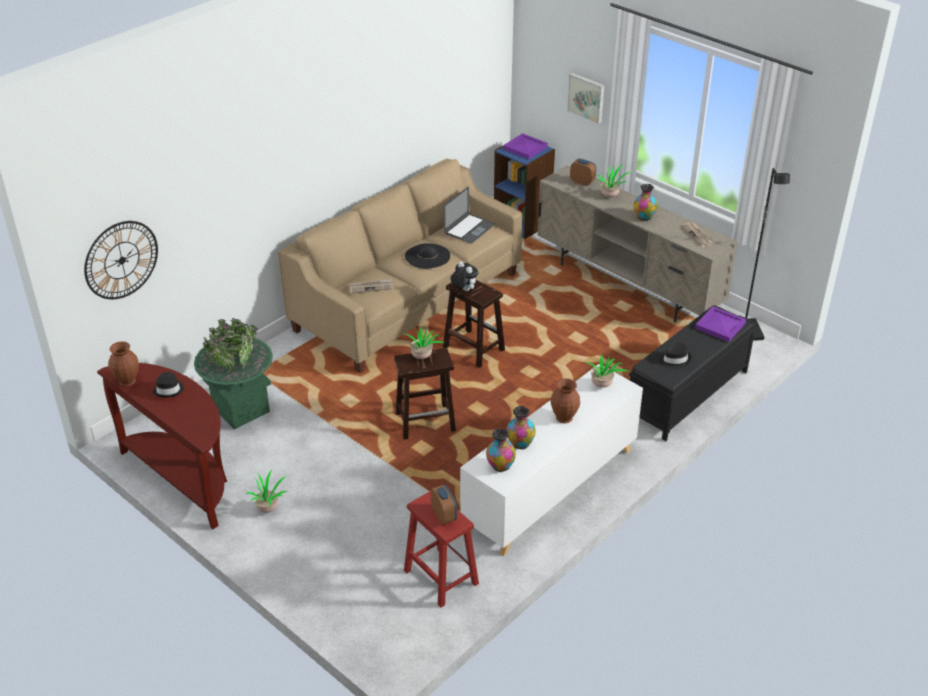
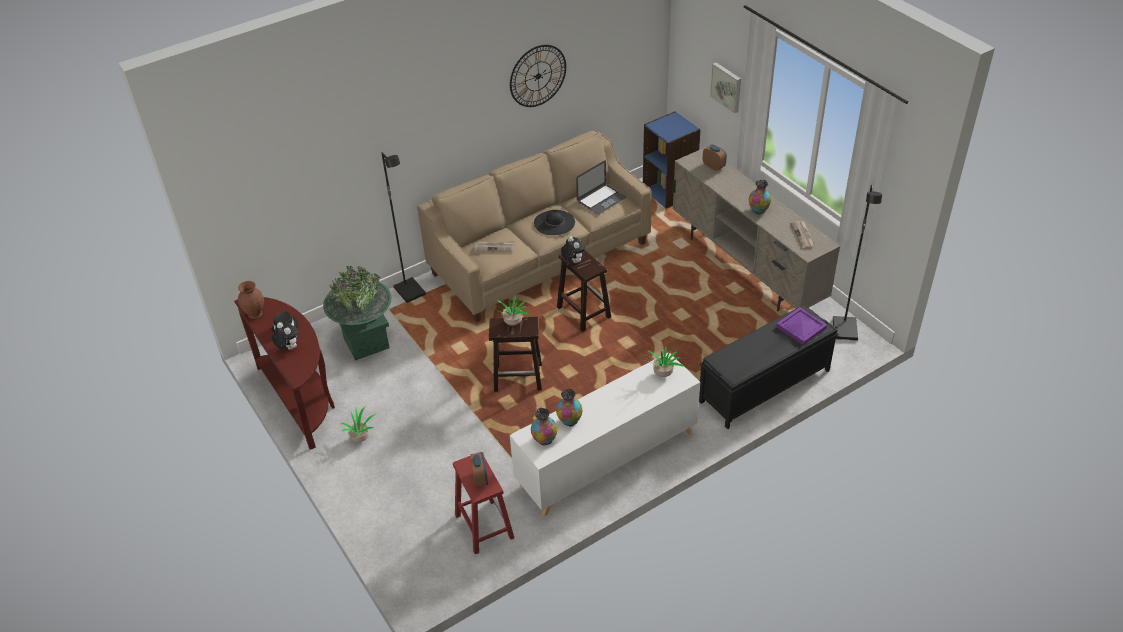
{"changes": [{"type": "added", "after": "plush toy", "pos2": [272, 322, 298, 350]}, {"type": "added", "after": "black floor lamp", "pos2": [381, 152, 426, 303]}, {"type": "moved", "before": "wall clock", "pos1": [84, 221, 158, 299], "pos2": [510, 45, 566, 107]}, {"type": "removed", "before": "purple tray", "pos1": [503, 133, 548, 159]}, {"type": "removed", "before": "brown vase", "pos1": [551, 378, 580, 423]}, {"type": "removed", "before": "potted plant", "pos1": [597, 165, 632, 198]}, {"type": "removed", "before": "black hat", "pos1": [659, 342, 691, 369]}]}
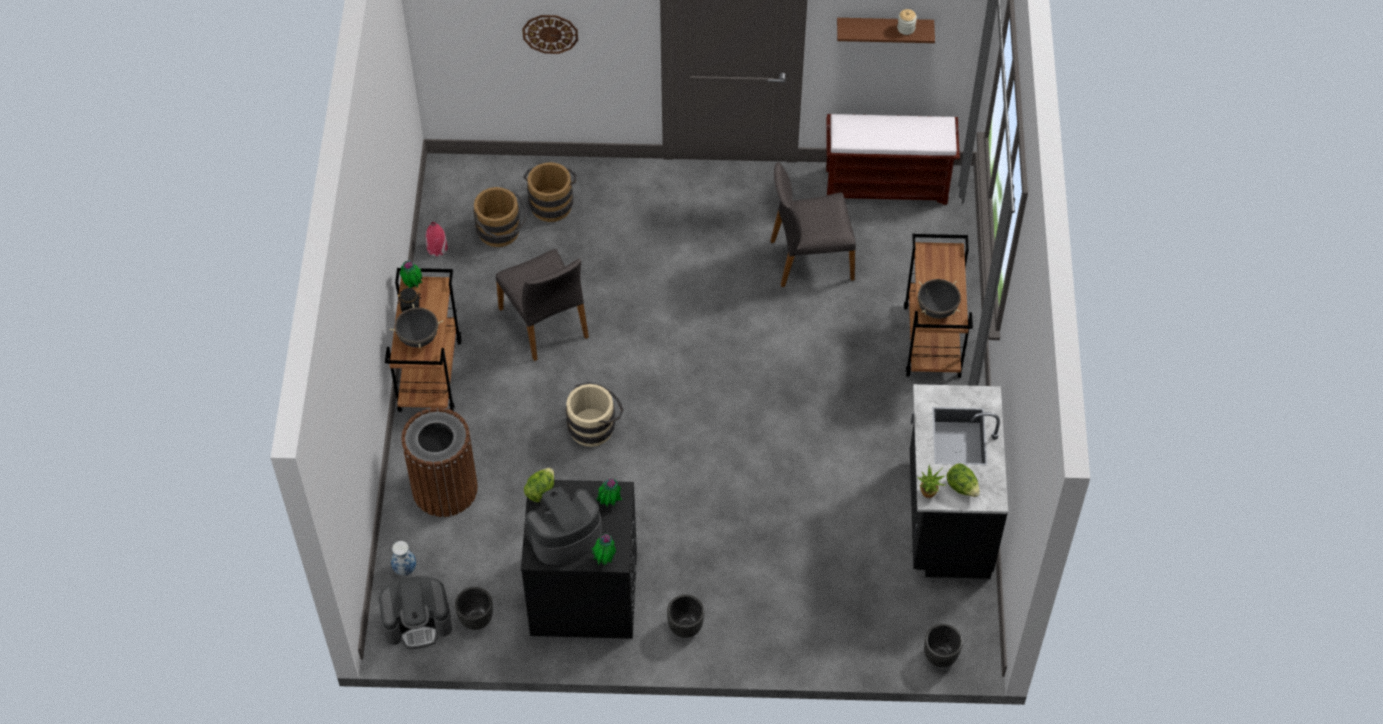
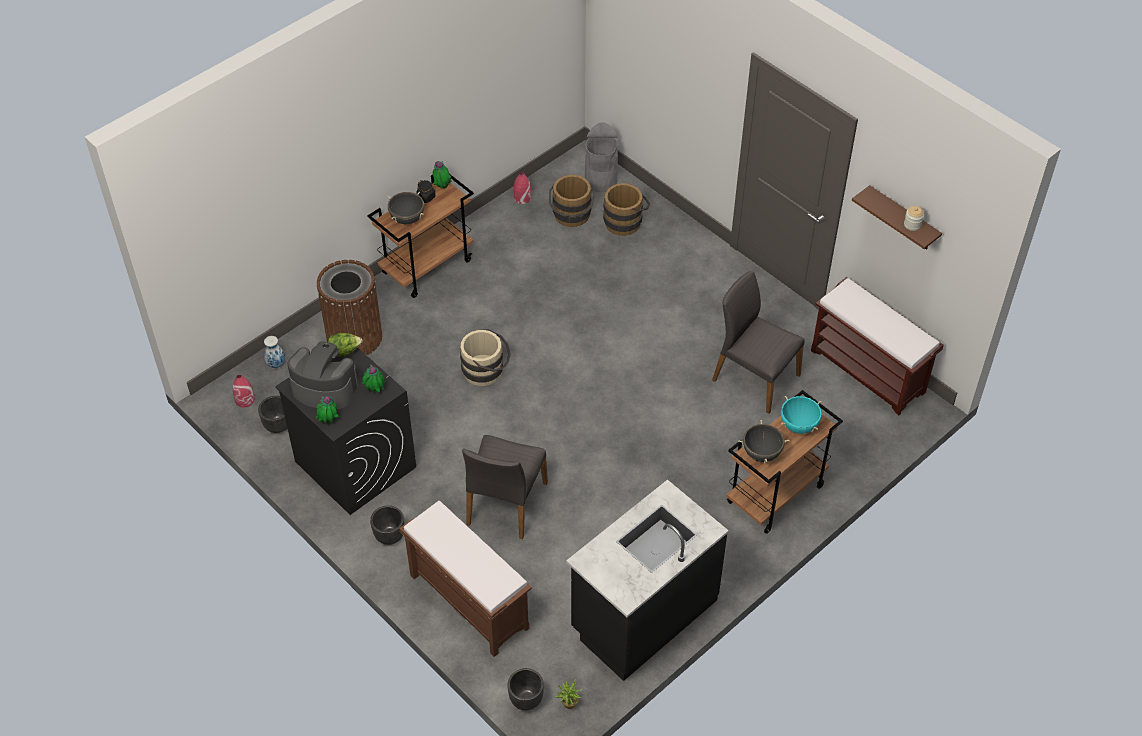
{"changes": [{"type": "replaced", "before": "coffee machine", "after": "red vase", "pos1": [379, 576, 452, 649], "pos2": [233, 375, 255, 407]}, {"type": "added", "after": "brown bench", "pos2": [399, 501, 532, 657]}, {"type": "moved", "before": "grey chair", "pos1": [496, 249, 589, 361], "pos2": [462, 435, 548, 539]}, {"type": "moved", "before": "potted plant", "pos1": [917, 465, 946, 498], "pos2": [555, 679, 582, 709]}, {"type": "added", "after": "grey trash can", "pos2": [585, 122, 618, 192]}, {"type": "added", "after": "turquoise cooking pot", "pos2": [781, 396, 822, 434]}, {"type": "removed", "before": "wall clock", "pos1": [522, 15, 578, 54]}, {"type": "removed", "before": "lettuce", "pos1": [947, 464, 980, 497]}]}
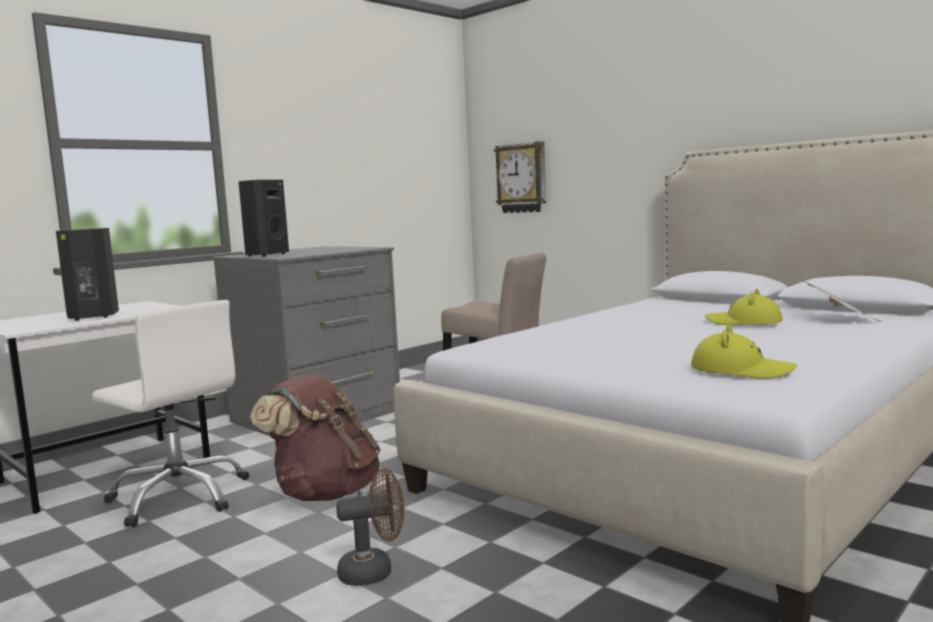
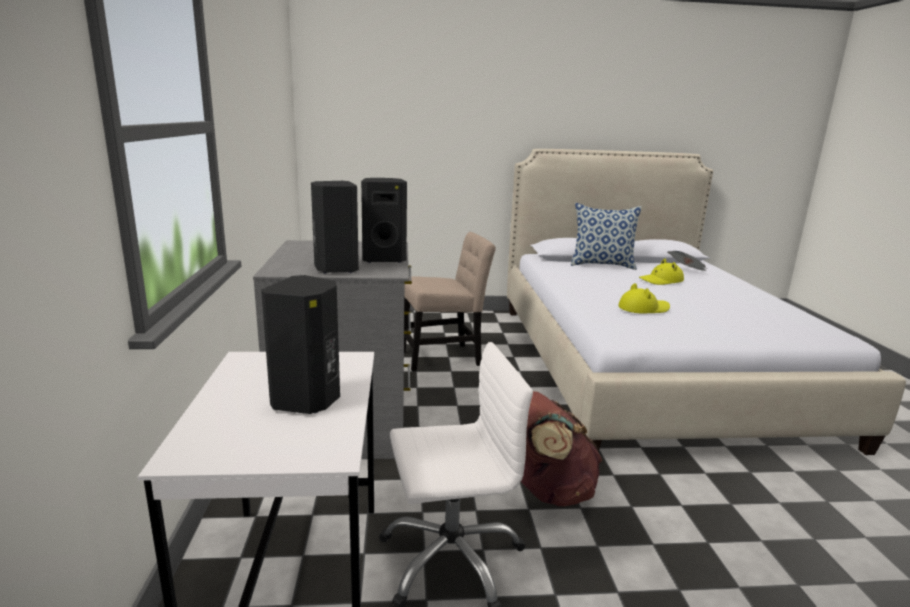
{"changes": [{"type": "added", "after": "black speaker", "pos2": [361, 178, 407, 263]}, {"type": "added", "after": "pillow", "pos2": [571, 203, 642, 270]}, {"type": "moved", "before": "yellow hat", "pos1": [691, 324, 797, 379], "pos2": [618, 283, 670, 313]}, {"type": "removed", "before": "brown fan", "pos1": [336, 468, 404, 586]}, {"type": "removed", "before": "wall clock", "pos1": [494, 141, 546, 213]}]}
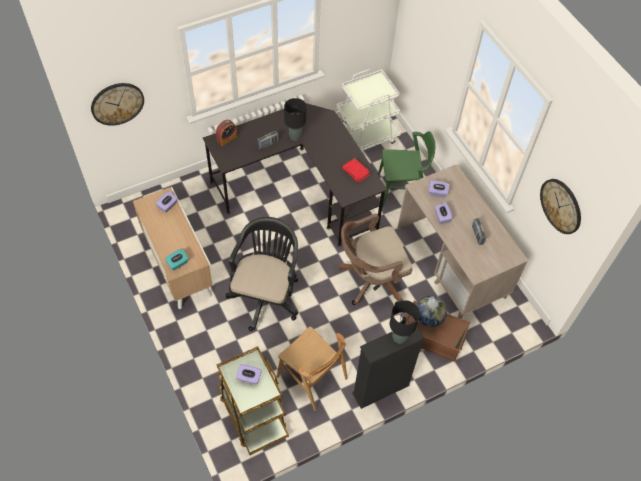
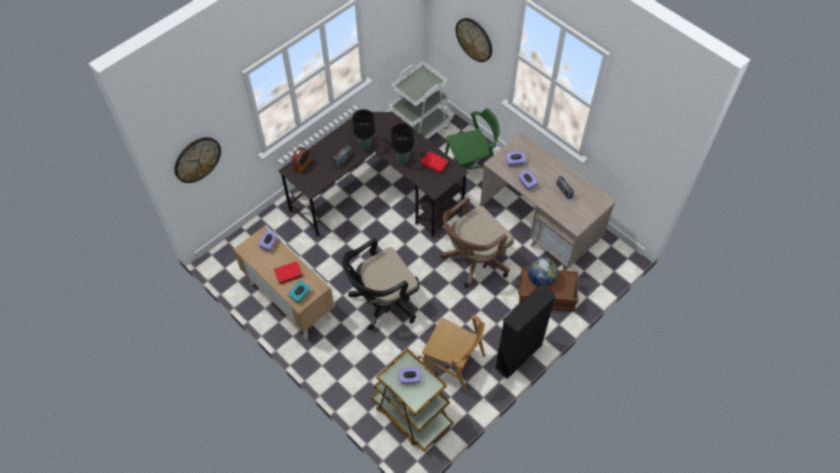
{"changes": [{"type": "added", "after": "red book", "pos2": [274, 261, 303, 285]}, {"type": "turned", "before": "black office chair", "pos1": [226, 217, 298, 331], "pos2": [342, 238, 420, 330], "turn": -120}, {"type": "moved", "before": "black table lamp", "pos1": [390, 300, 420, 343], "pos2": [391, 124, 413, 164]}, {"type": "moved", "before": "wall clock", "pos1": [540, 179, 581, 234], "pos2": [456, 18, 492, 62]}]}
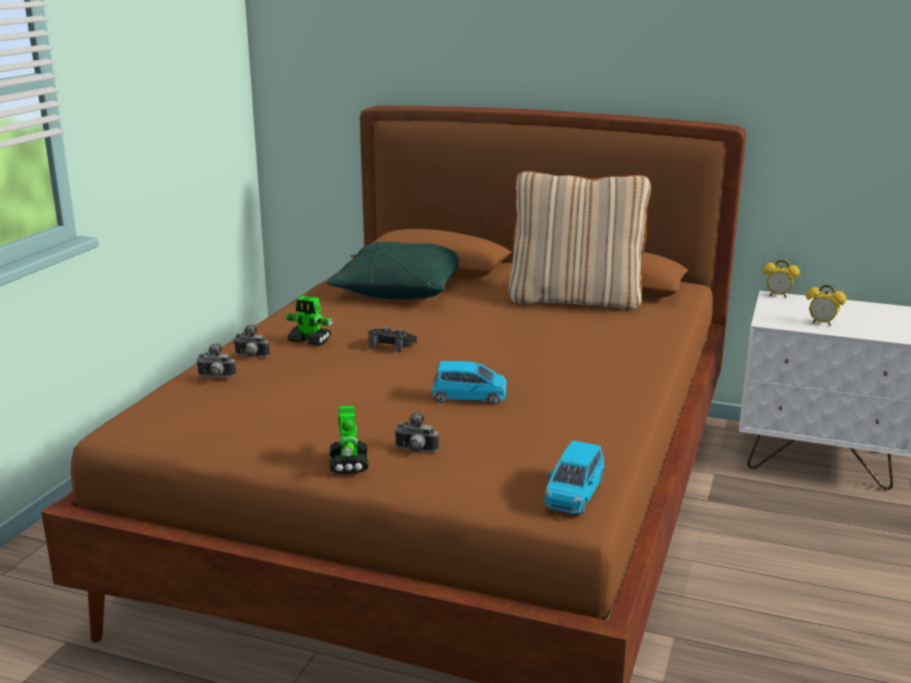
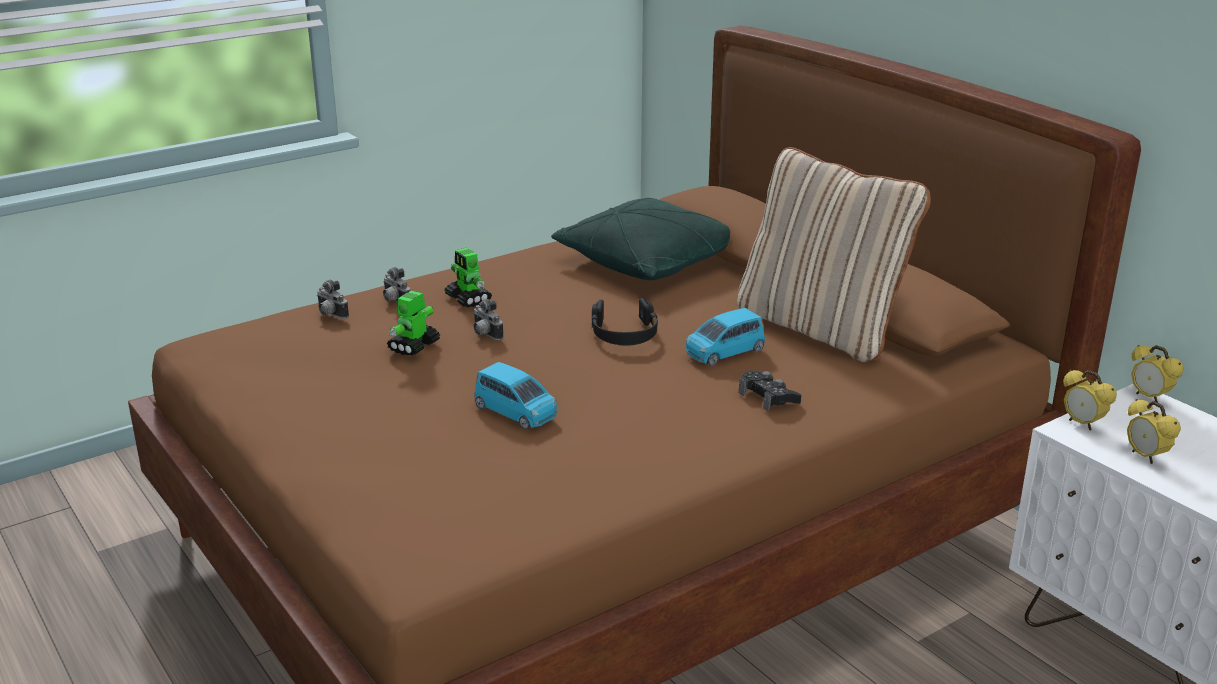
{"changes": [{"type": "moved", "before": "toy robot", "pos1": [329, 406, 369, 475], "pos2": [387, 290, 440, 355]}, {"type": "moved", "before": "photo camera", "pos1": [394, 412, 439, 452], "pos2": [473, 299, 504, 340]}, {"type": "added", "after": "black headphones", "pos2": [592, 298, 658, 345]}, {"type": "moved", "before": "blue toy car", "pos1": [545, 440, 604, 514], "pos2": [686, 308, 765, 366]}, {"type": "moved", "before": "black game controller", "pos1": [369, 326, 417, 352], "pos2": [739, 370, 801, 411]}, {"type": "added", "after": "alarm clock", "pos2": [1064, 370, 1117, 431]}]}
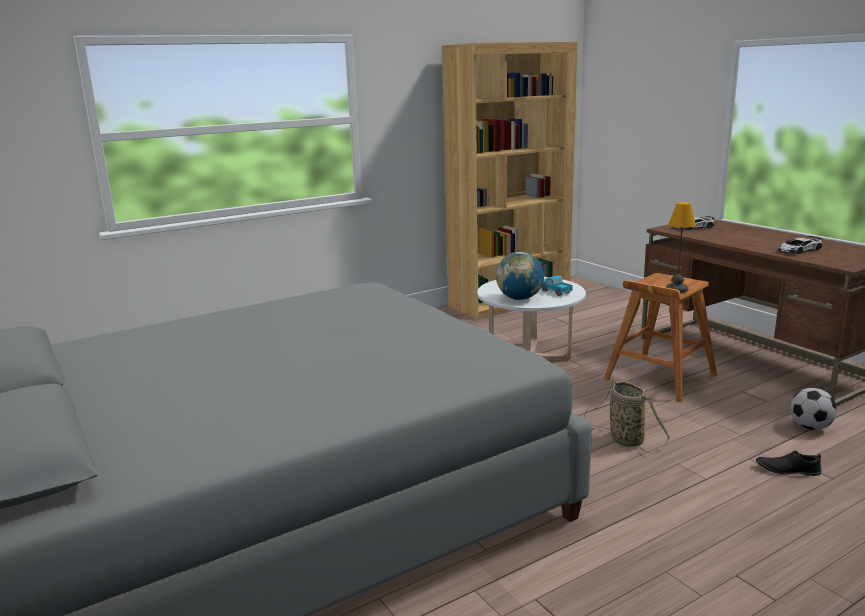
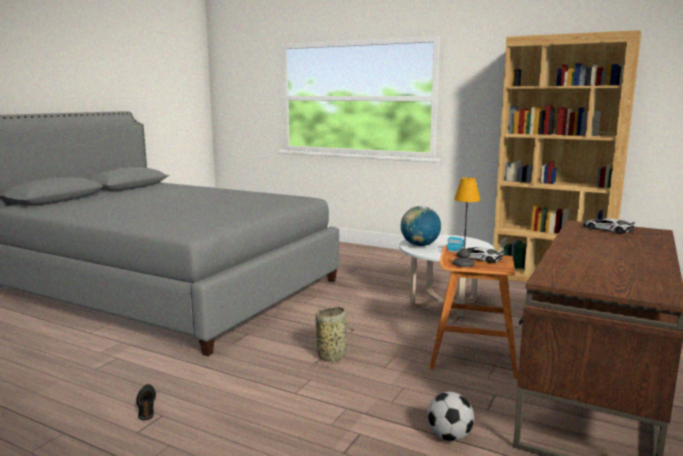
{"changes": [{"type": "moved", "before": "black shoe", "pos1": [756, 451, 821, 476], "pos2": [136, 384, 156, 420]}, {"type": "moved", "before": "toy car", "pos1": [778, 236, 822, 254], "pos2": [457, 247, 504, 263]}]}
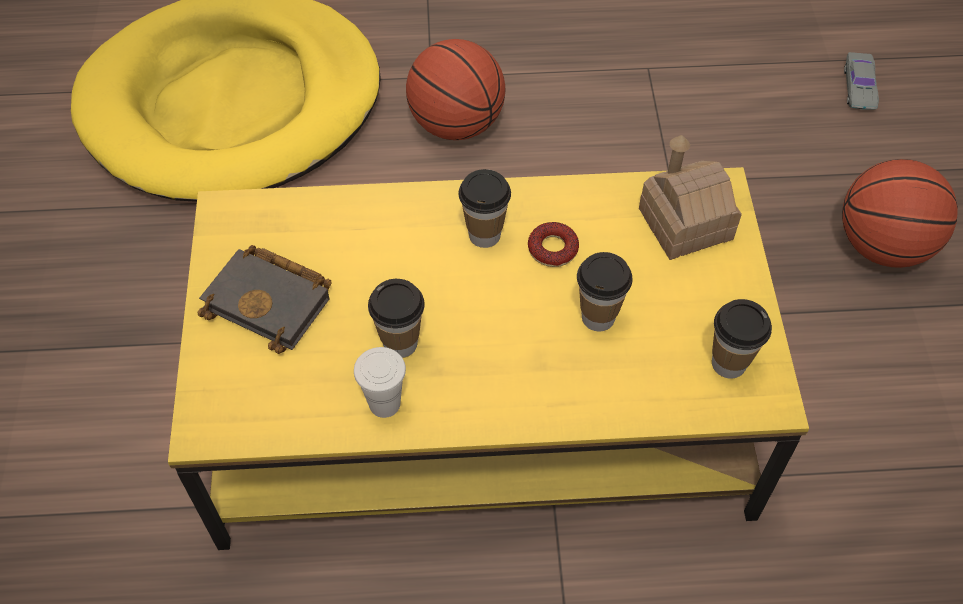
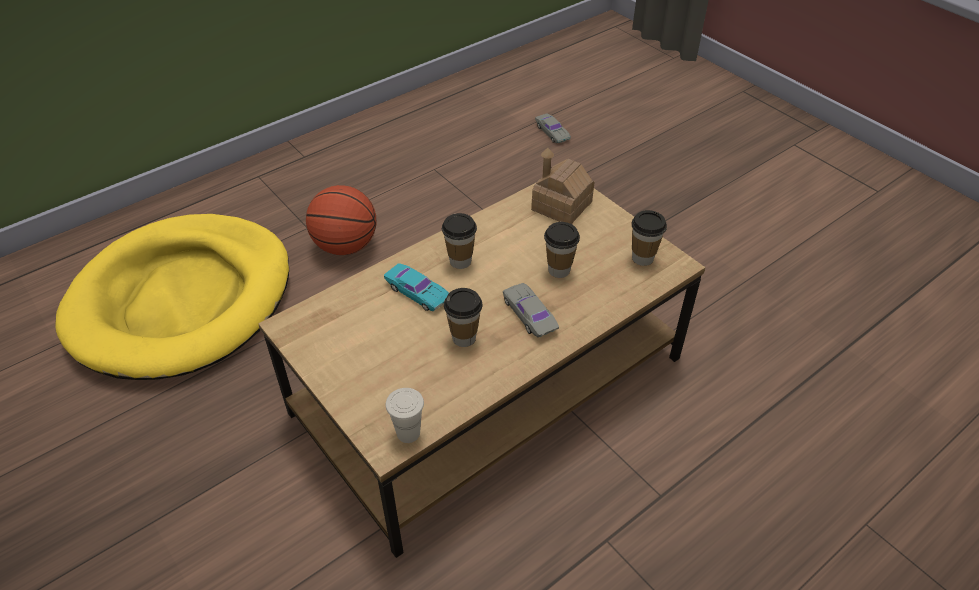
{"changes": [{"type": "recoloured", "before": "yellow coffee table", "after": "brown coffee table", "pos1": [168, 167, 809, 550], "pos2": [258, 183, 705, 558]}, {"type": "added", "after": "turquoise toy car", "pos2": [384, 263, 449, 311]}, {"type": "moved", "before": "white cup", "pos1": [354, 347, 406, 418], "pos2": [386, 388, 424, 443]}, {"type": "added", "after": "grey toy car", "pos2": [503, 283, 559, 337]}, {"type": "removed", "before": "black book", "pos1": [197, 245, 331, 354]}, {"type": "removed", "before": "donut", "pos1": [528, 222, 579, 267]}, {"type": "removed", "before": "basketball", "pos1": [842, 159, 958, 268]}]}
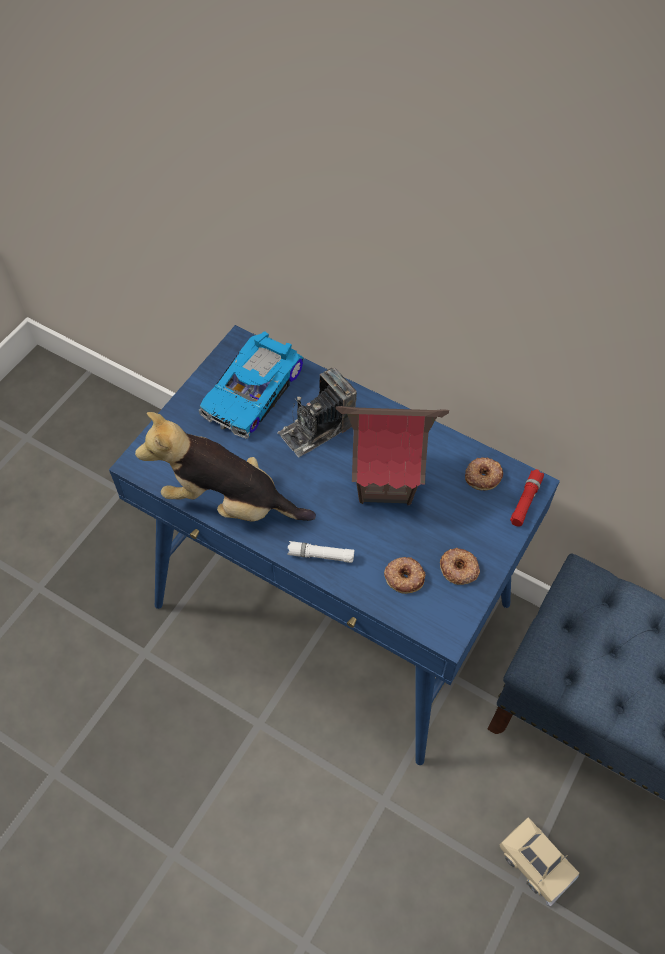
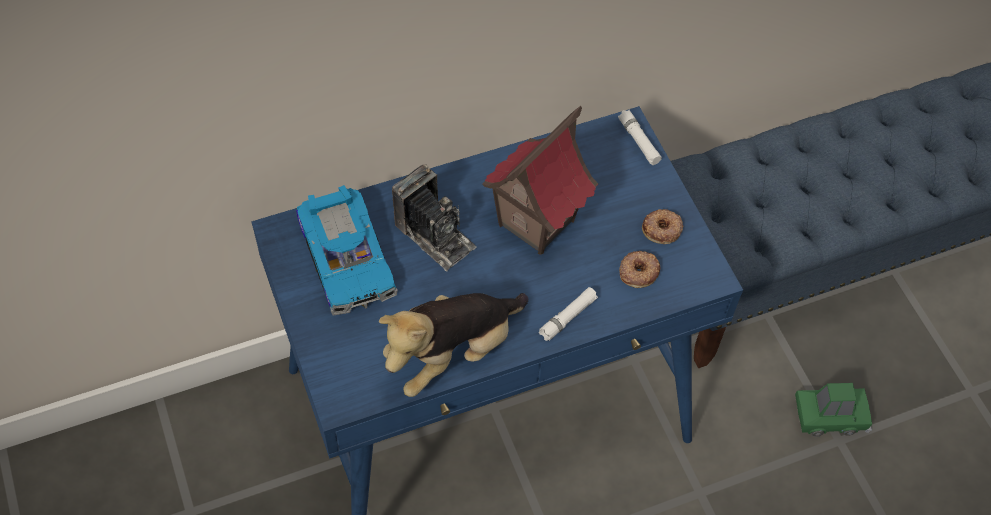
{"changes": [{"type": "turned", "before": "photo camera", "pos1": [277, 368, 357, 457], "pos2": [392, 164, 477, 271], "turn": -45}, {"type": "recoloured", "before": "red flashlight", "after": "white flashlight", "pos1": [510, 469, 544, 527], "pos2": [618, 109, 662, 165]}, {"type": "recoloured", "before": "beige toy car", "after": "green toy car", "pos1": [500, 818, 579, 906], "pos2": [795, 383, 872, 437]}, {"type": "removed", "before": "donut", "pos1": [465, 457, 503, 491]}]}
